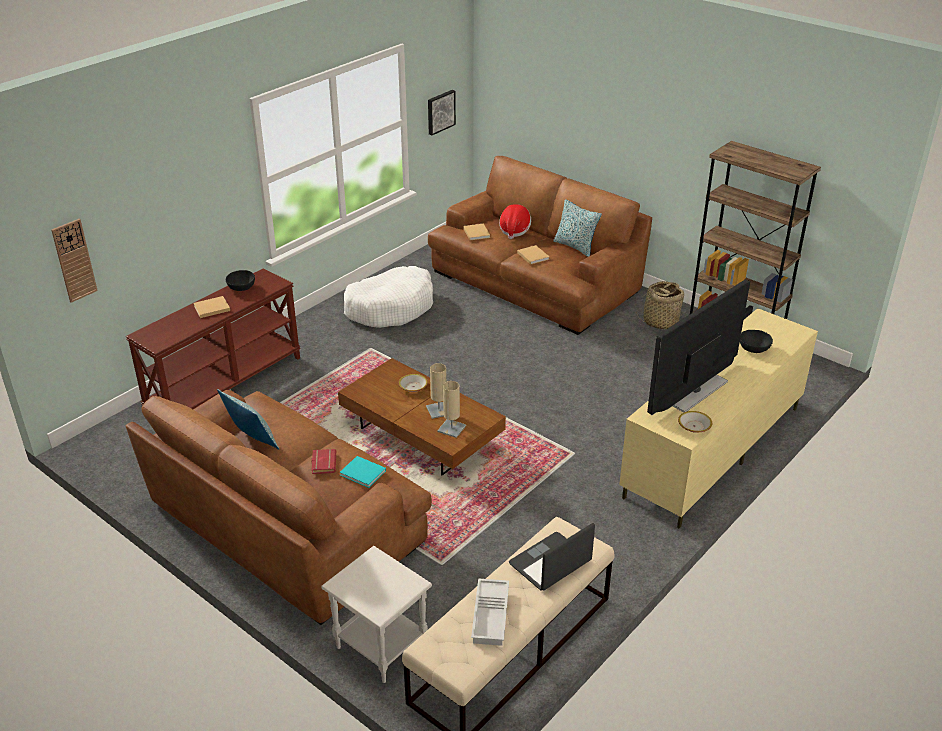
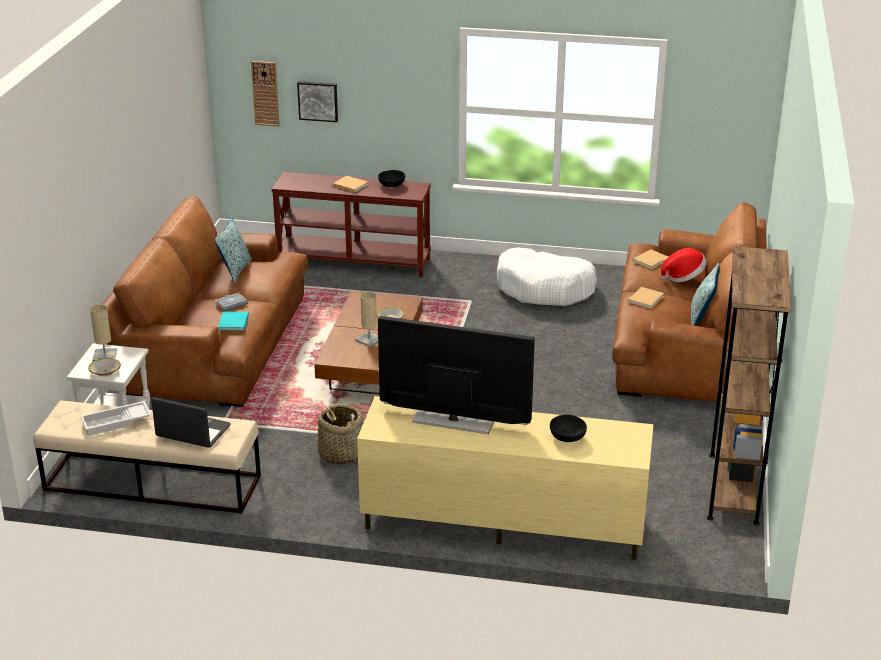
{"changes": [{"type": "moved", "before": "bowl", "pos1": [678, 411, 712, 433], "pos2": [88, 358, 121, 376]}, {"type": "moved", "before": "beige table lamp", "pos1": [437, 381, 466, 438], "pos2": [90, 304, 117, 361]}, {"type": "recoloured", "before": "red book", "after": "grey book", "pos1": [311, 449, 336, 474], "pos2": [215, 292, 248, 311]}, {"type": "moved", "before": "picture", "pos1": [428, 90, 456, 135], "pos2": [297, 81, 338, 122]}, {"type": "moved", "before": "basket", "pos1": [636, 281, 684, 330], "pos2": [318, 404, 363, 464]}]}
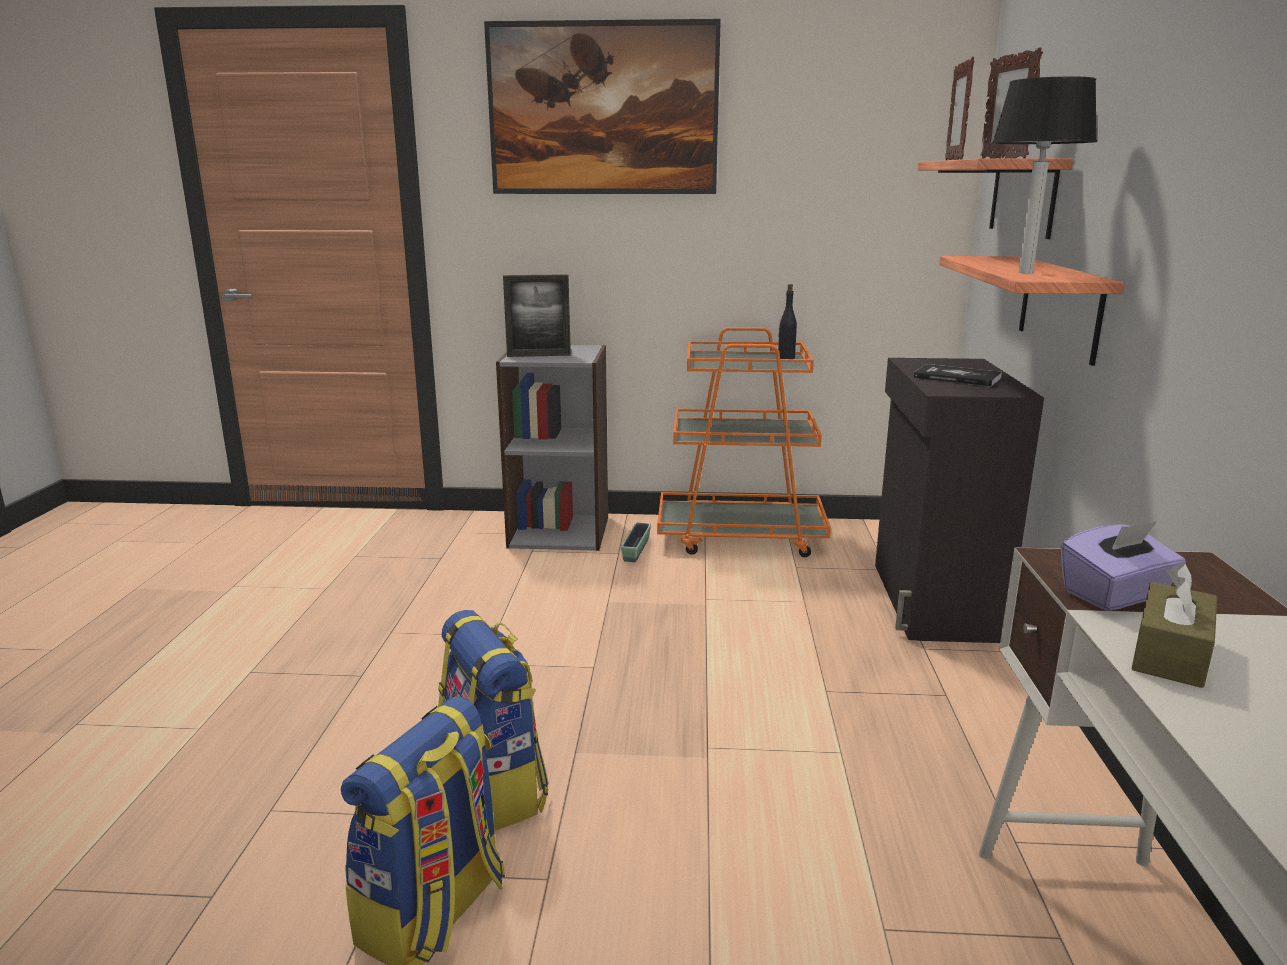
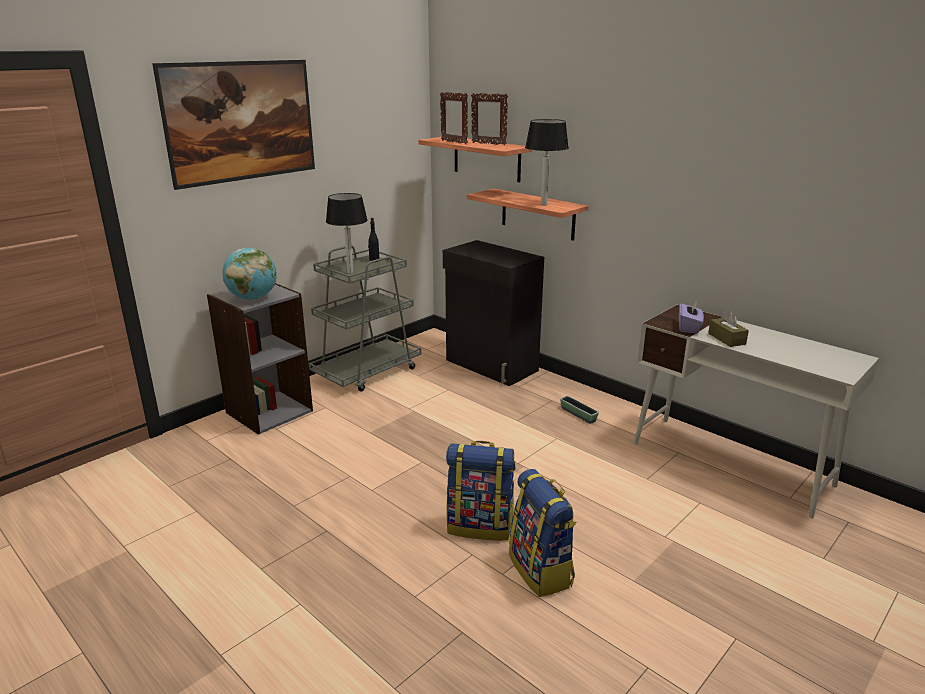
{"changes": [{"type": "replaced", "before": "picture frame", "after": "globe", "pos1": [503, 274, 571, 357], "pos2": [222, 247, 277, 300]}, {"type": "recoloured", "before": "orange cart", "after": "grey cart", "pos1": [657, 327, 831, 557], "pos2": [309, 245, 421, 392]}, {"type": "added", "after": "table lamp", "pos2": [326, 193, 368, 274]}, {"type": "moved", "before": "planter", "pos1": [621, 522, 651, 562], "pos2": [560, 396, 599, 424]}, {"type": "removed", "before": "book", "pos1": [913, 364, 1002, 387]}]}
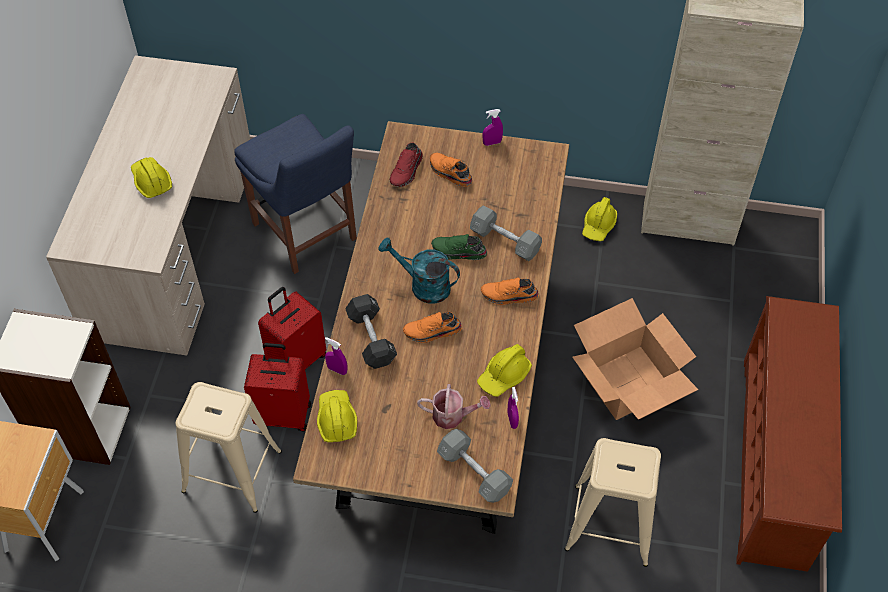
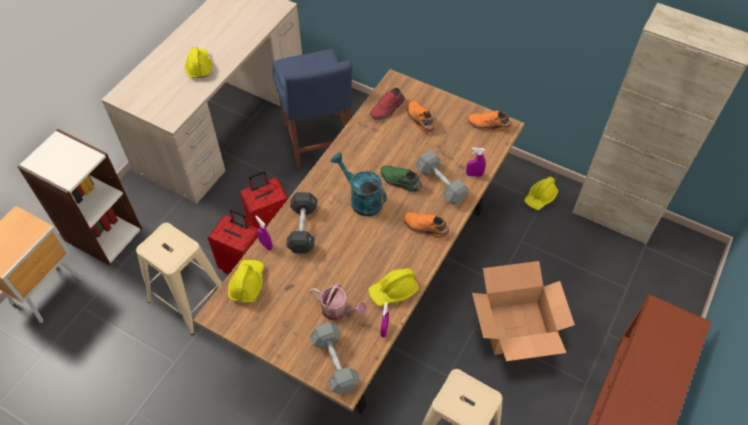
{"changes": [{"type": "moved", "before": "purple spray bottle", "pos1": [482, 109, 503, 146], "pos2": [466, 148, 486, 177]}, {"type": "moved", "before": "orange shoe", "pos1": [403, 312, 462, 343], "pos2": [467, 110, 512, 131]}]}
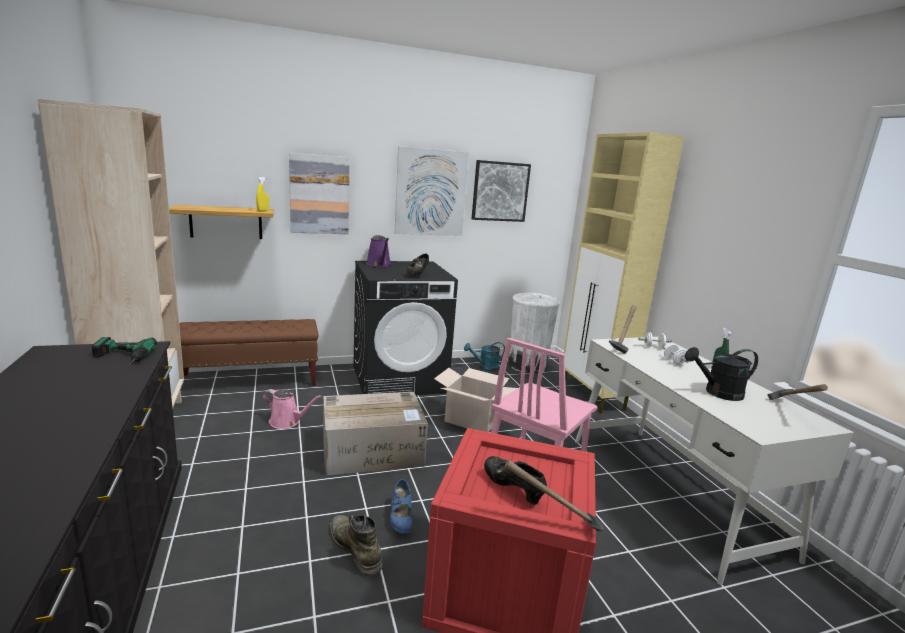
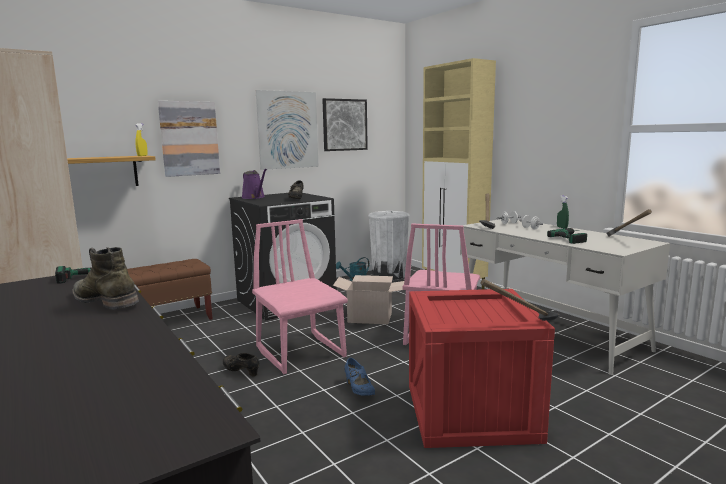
{"changes": [{"type": "moved", "before": "green boot", "pos1": [330, 514, 383, 576], "pos2": [72, 247, 139, 310]}, {"type": "moved", "before": "black shoe", "pos1": [484, 456, 547, 505], "pos2": [223, 353, 259, 377]}, {"type": "replaced", "before": "cardboard box", "after": "pink chair", "pos1": [323, 392, 428, 476], "pos2": [252, 219, 348, 374]}, {"type": "replaced", "before": "black watering can", "after": "power drill", "pos1": [685, 347, 758, 401], "pos2": [547, 228, 587, 244]}, {"type": "removed", "before": "pink watering can", "pos1": [263, 389, 322, 429]}]}
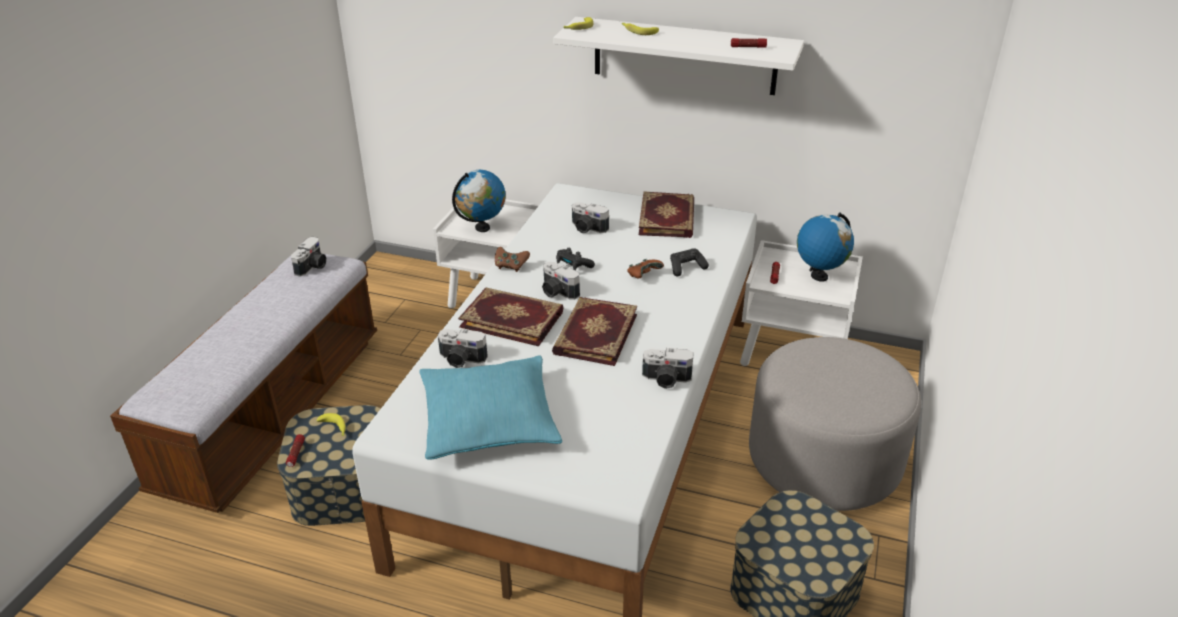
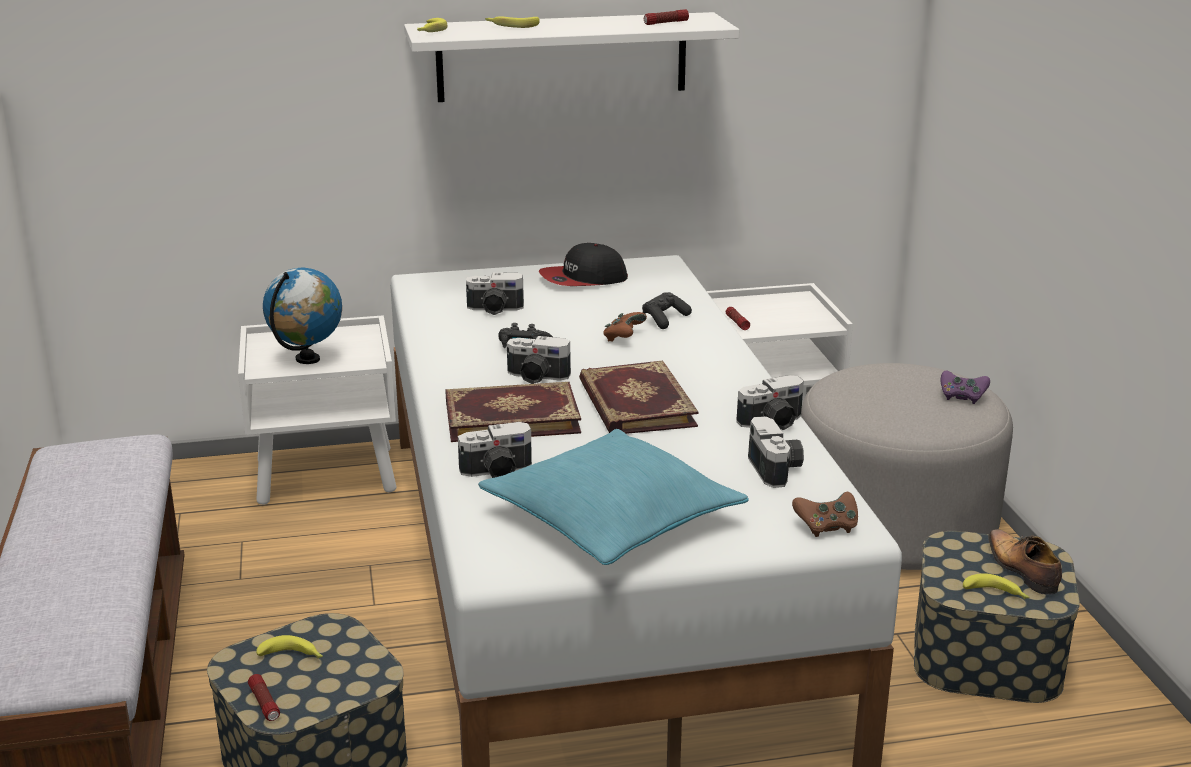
{"changes": [{"type": "replaced", "before": "book", "after": "cap", "pos1": [639, 192, 694, 238], "pos2": [539, 243, 628, 286]}, {"type": "moved", "before": "photo camera", "pos1": [291, 237, 326, 277], "pos2": [748, 416, 804, 488]}, {"type": "moved", "before": "brown game controller", "pos1": [495, 247, 530, 272], "pos2": [792, 492, 858, 537]}, {"type": "added", "after": "purple game controller", "pos2": [941, 370, 990, 404]}, {"type": "added", "after": "banana", "pos2": [963, 573, 1030, 599]}, {"type": "added", "after": "shoe", "pos2": [988, 529, 1062, 595]}, {"type": "removed", "before": "globe", "pos1": [797, 212, 854, 282]}]}
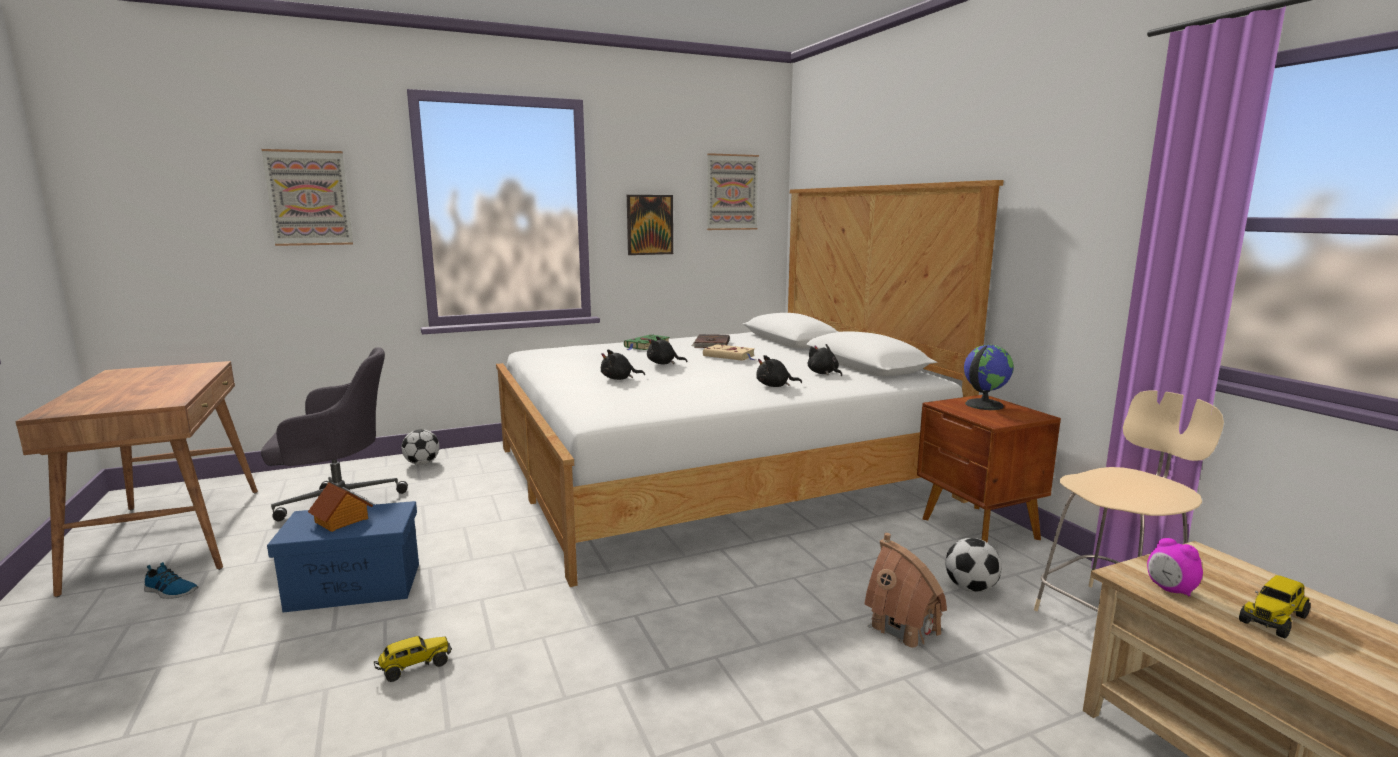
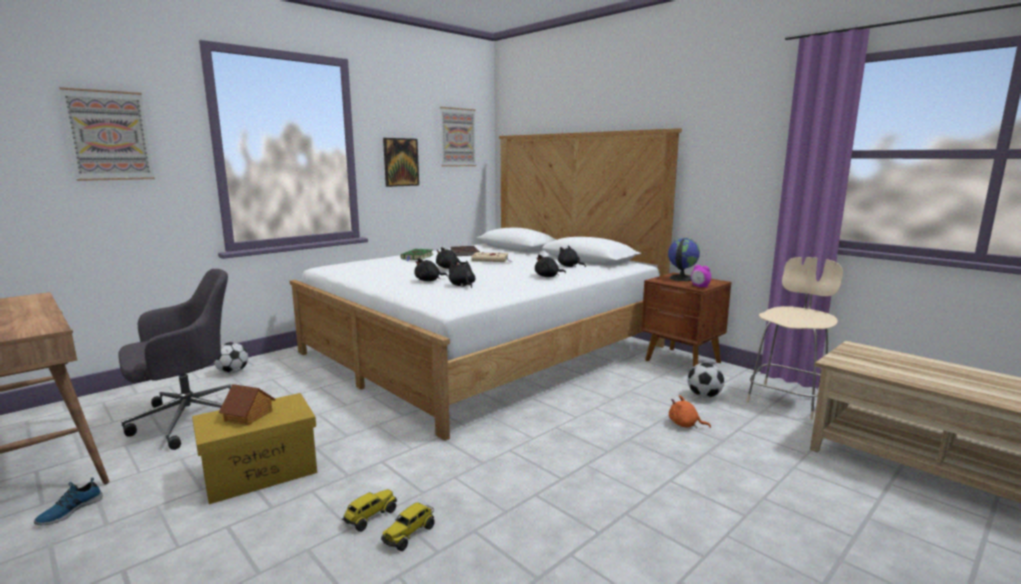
{"changes": [{"type": "turned", "before": "shoe", "pos1": [144, 562, 199, 599], "pos2": [34, 478, 103, 525], "turn": 120}, {"type": "recoloured", "before": "blue storage box", "after": "yellow storage box", "pos1": [267, 501, 419, 612], "pos2": [192, 393, 317, 504]}, {"type": "moved", "before": "toy truck", "pos1": [1239, 575, 1311, 638], "pos2": [381, 503, 435, 551]}, {"type": "added", "after": "black plush toy", "pos2": [449, 261, 476, 288]}, {"type": "replaced", "before": "toy house", "after": "orange plush toy", "pos1": [865, 533, 947, 650], "pos2": [669, 396, 711, 429]}, {"type": "moved", "before": "alarm clock", "pos1": [1147, 538, 1203, 597], "pos2": [691, 265, 711, 287]}]}
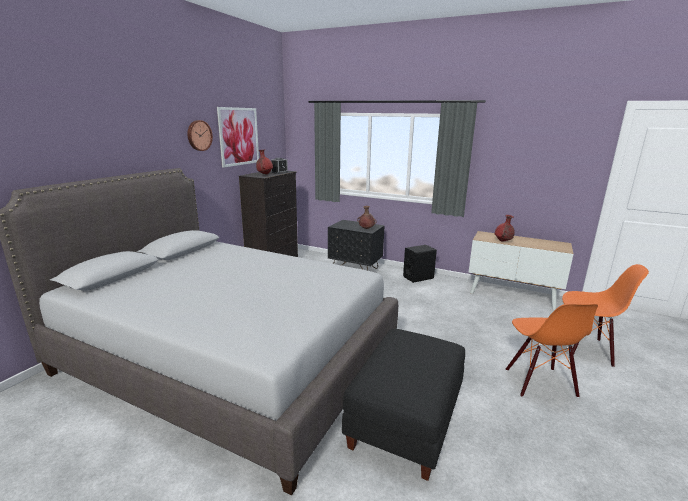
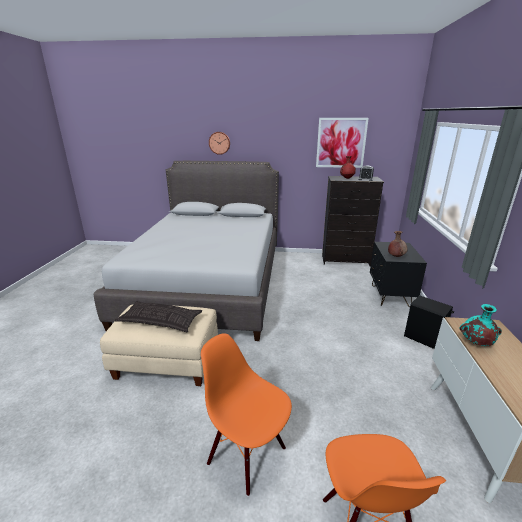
{"changes": [{"type": "recoloured", "before": "black ottoman", "after": "beige ottoman", "pos1": [342, 329, 465, 481], "pos2": [100, 304, 218, 386]}, {"type": "added", "after": "pillow", "pos2": [115, 301, 202, 332]}, {"type": "turned", "before": "orange chair", "pos1": [506, 303, 598, 398], "pos2": [201, 333, 292, 496], "turn": 60}, {"type": "moved", "before": "wall clock", "pos1": [187, 120, 213, 151], "pos2": [209, 132, 230, 155]}, {"type": "recoloured", "before": "red vase", "after": "turquoise vase", "pos1": [495, 215, 515, 242], "pos2": [459, 304, 502, 346]}]}
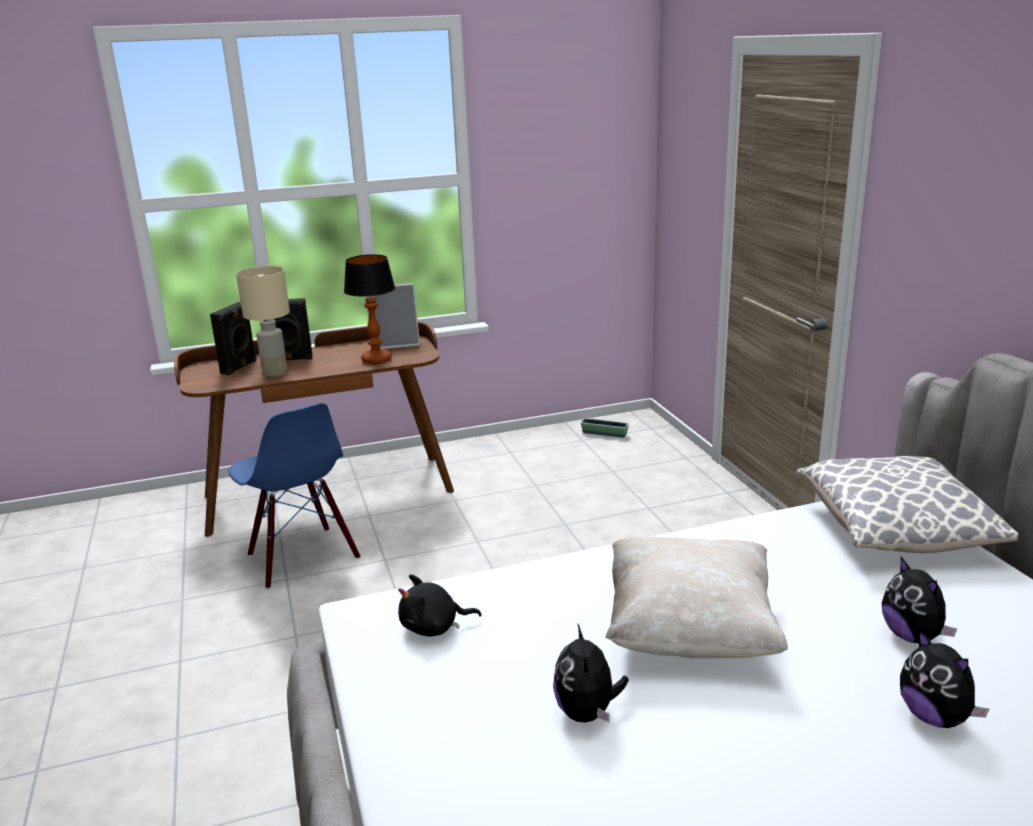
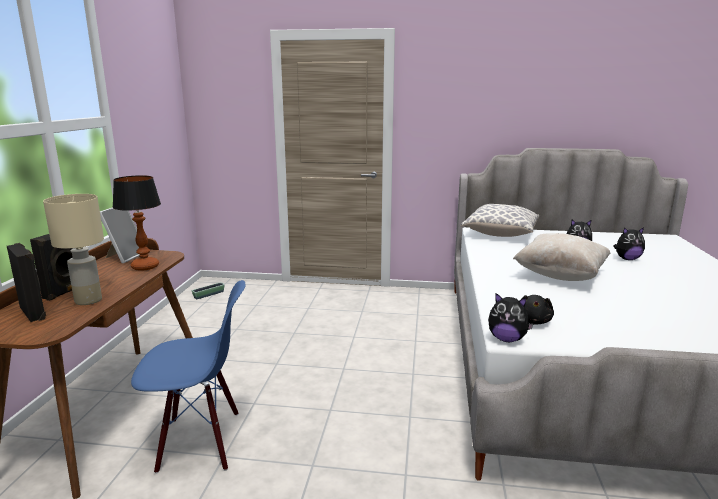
{"changes": [{"type": "moved", "before": "plush toy", "pos1": [553, 623, 629, 723], "pos2": [488, 293, 534, 342]}]}
